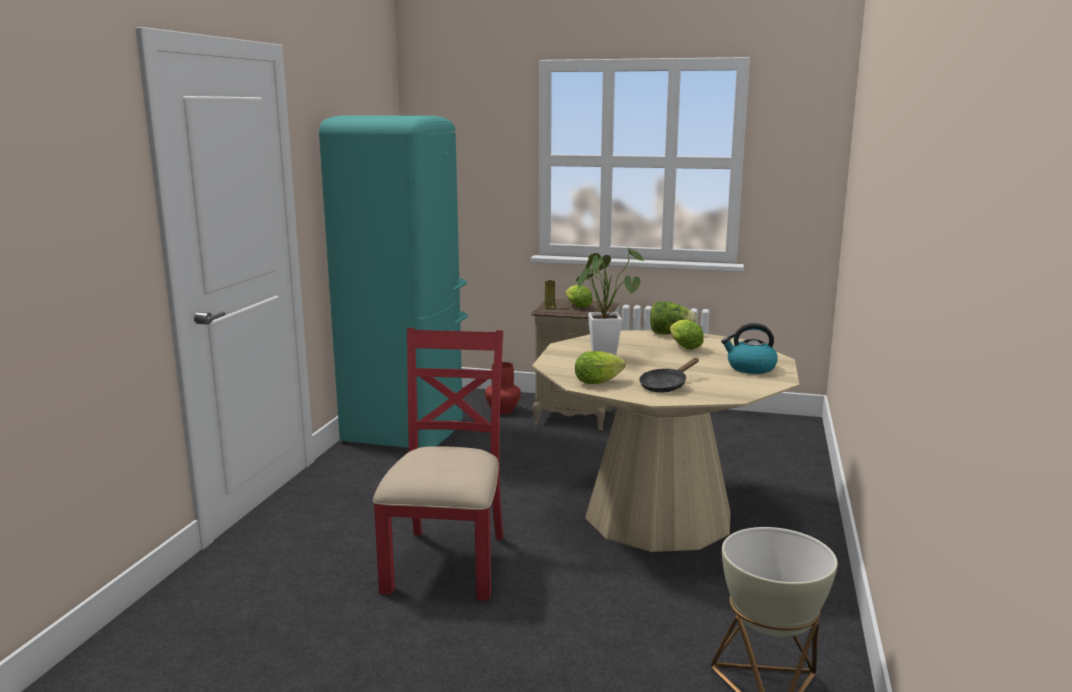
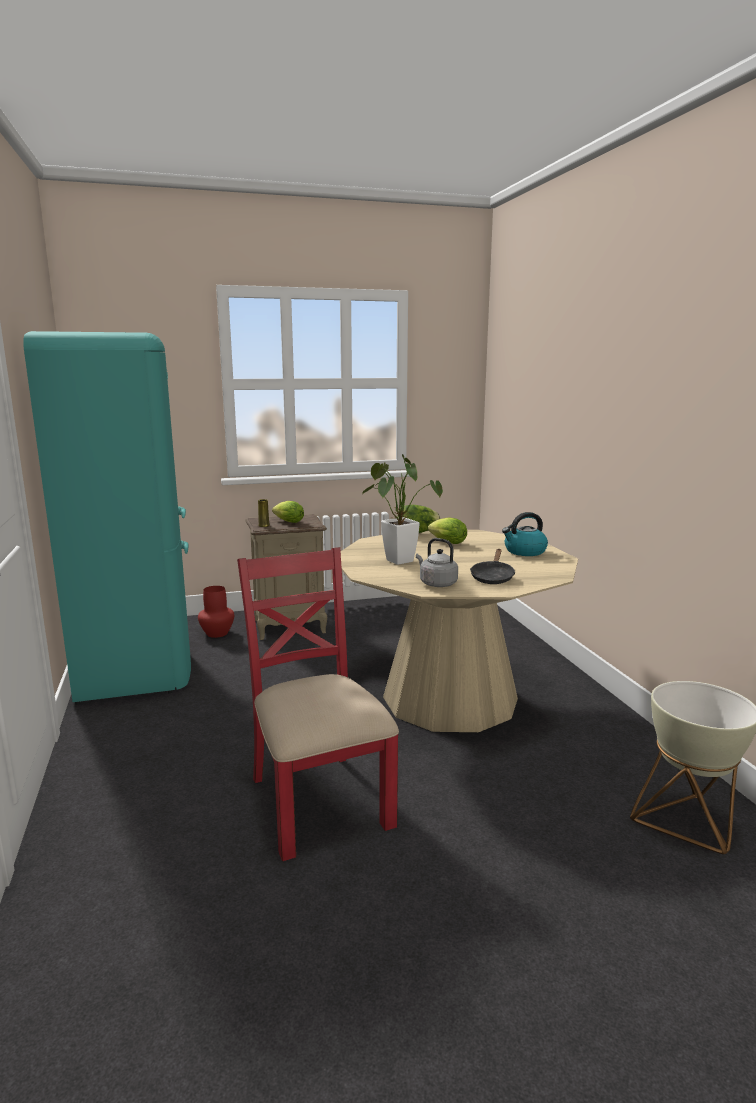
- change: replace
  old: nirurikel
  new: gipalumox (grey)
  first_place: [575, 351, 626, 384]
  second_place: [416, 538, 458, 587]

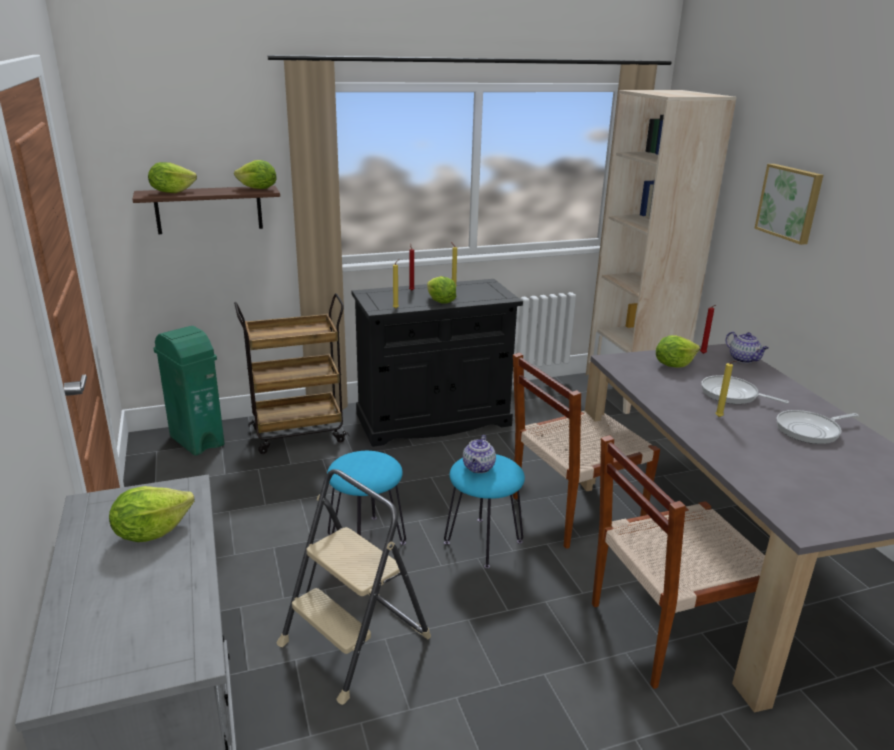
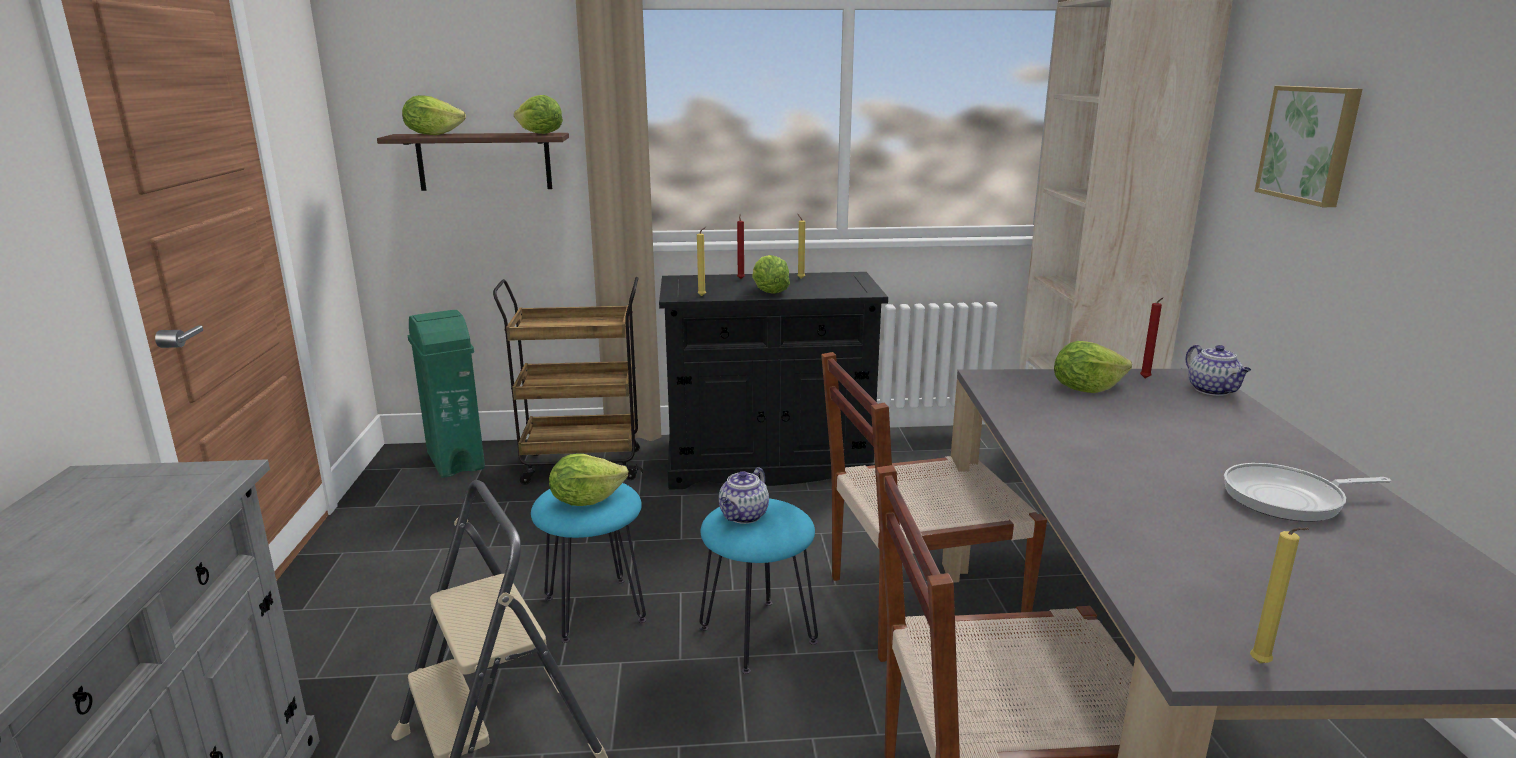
- change: delete
  old: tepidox
  first_place: [701, 375, 789, 404]
- change: move
  old: nirurikel
  first_place: [109, 486, 195, 542]
  second_place: [549, 454, 628, 506]
- change: move
  old: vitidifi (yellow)
  first_place: [715, 361, 736, 417]
  second_place: [1250, 528, 1309, 663]

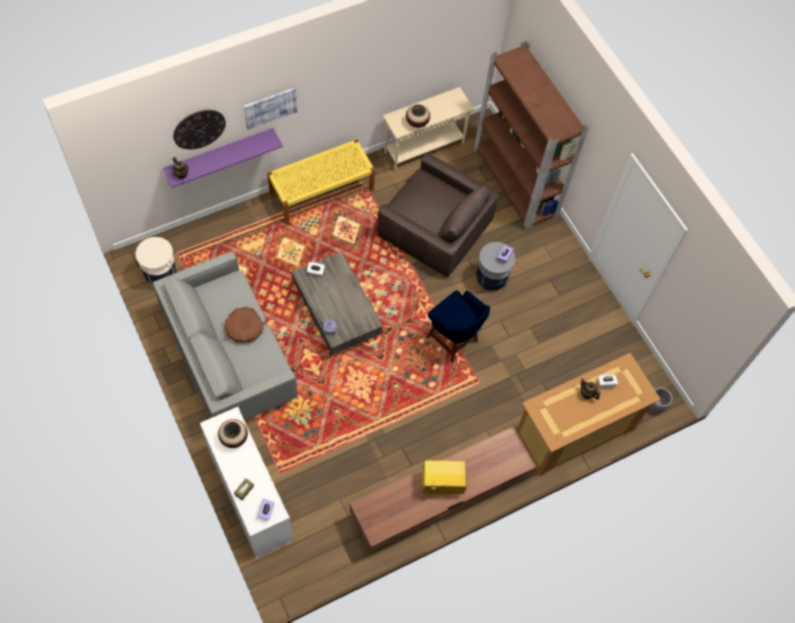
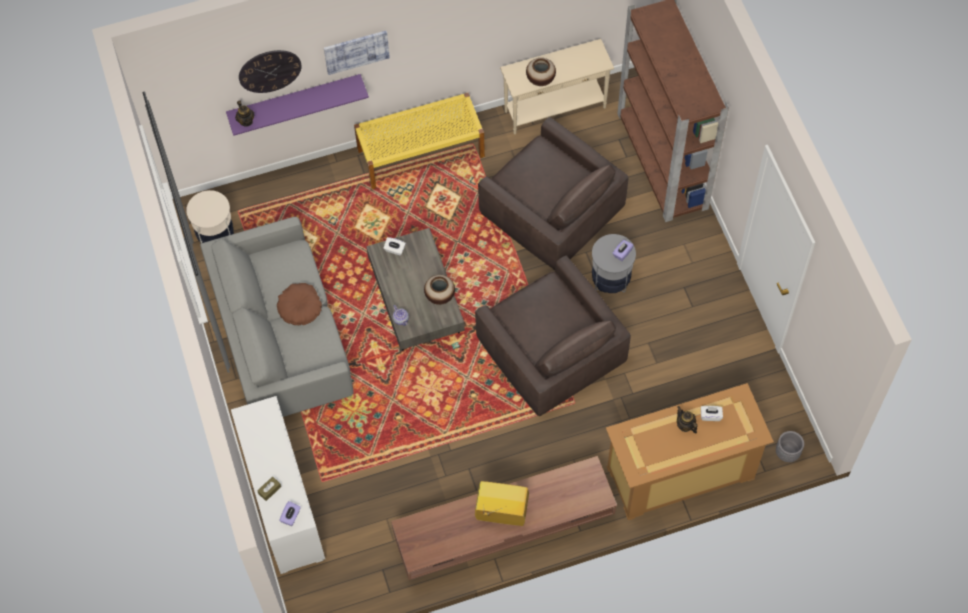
- change: move
  old: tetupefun
  first_place: [218, 419, 248, 448]
  second_place: [424, 275, 455, 305]
- change: replace
  old: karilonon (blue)
  new: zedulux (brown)
  first_place: [426, 290, 490, 363]
  second_place: [475, 256, 631, 416]

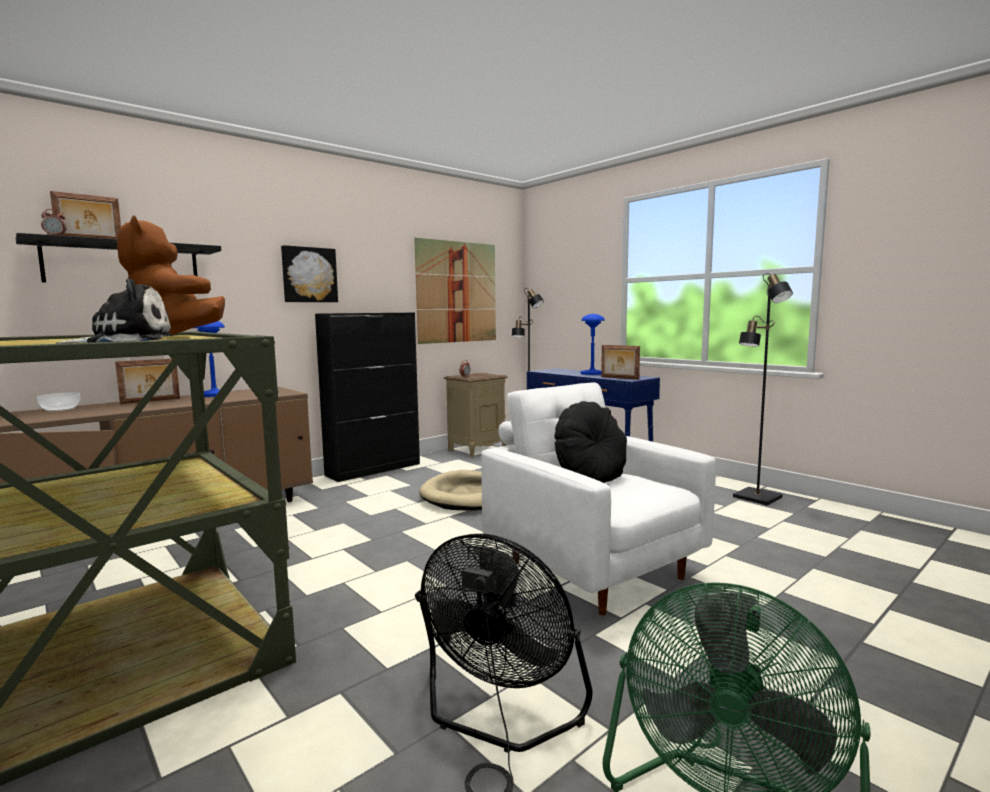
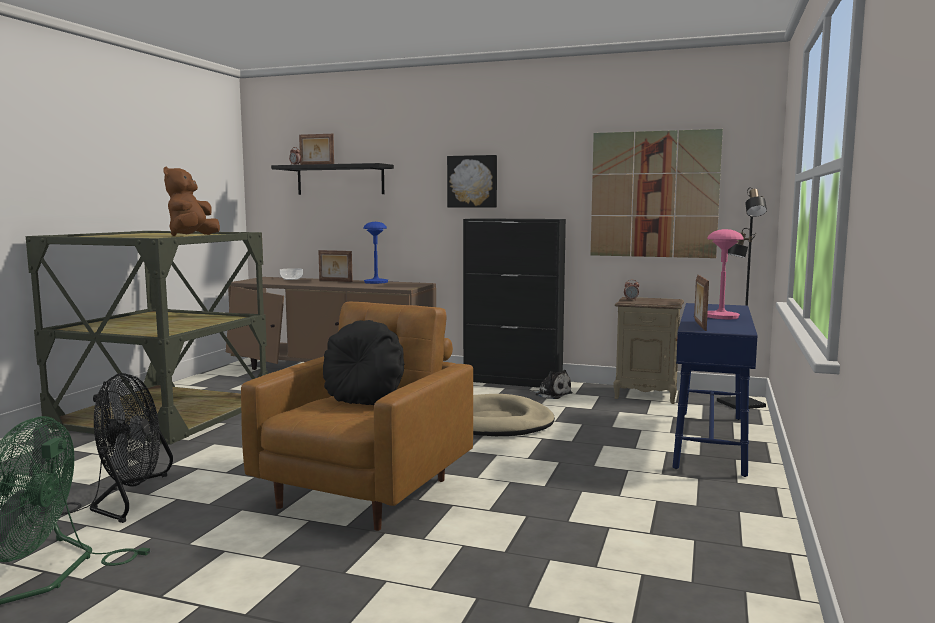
- change: delete
  old: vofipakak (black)
  first_place: [733, 273, 793, 506]
- change: move
  old: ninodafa
  first_place: [56, 278, 172, 344]
  second_place: [530, 370, 573, 399]
- change: recolor
  old: zedulux (white)
  new: zedulux (brown)
  first_place: [481, 382, 716, 615]
  second_place: [241, 302, 473, 531]
- change: recolor
  old: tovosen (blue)
  new: tovosen (pink)
  first_place: [580, 314, 605, 375]
  second_place: [707, 229, 744, 319]

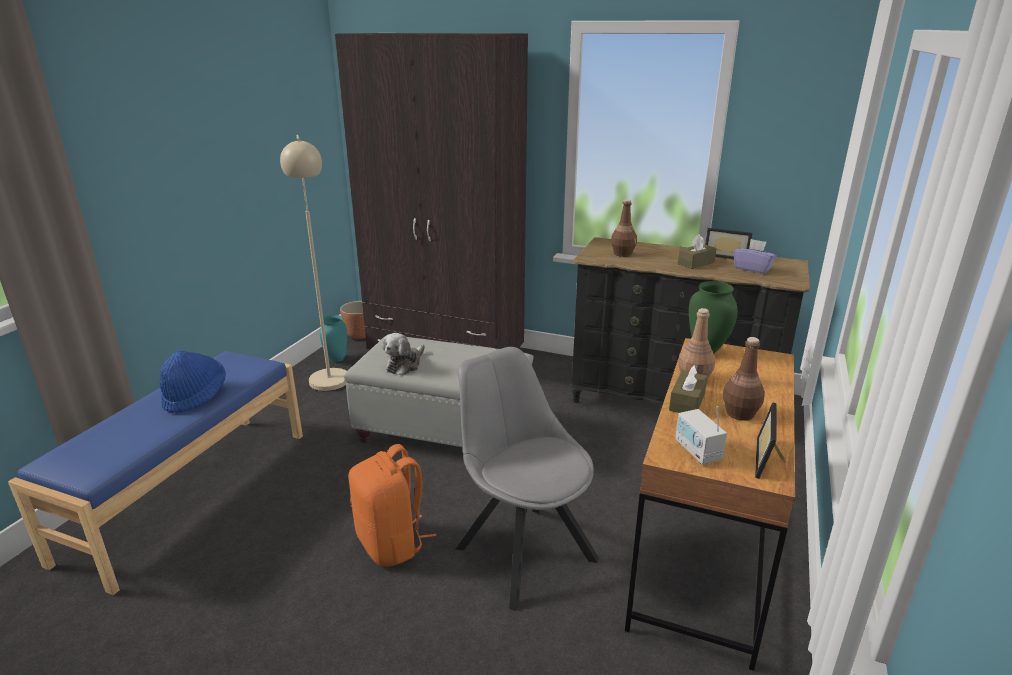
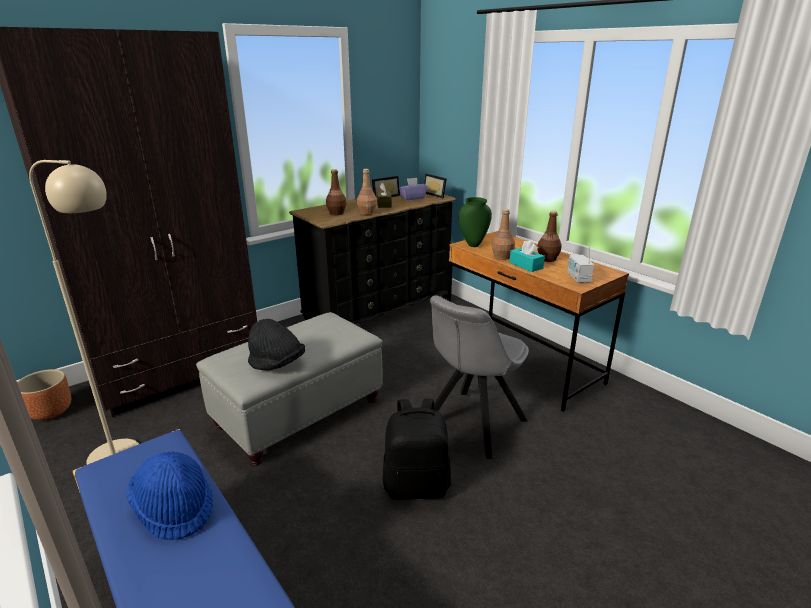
- change: delete
  old: tetupefun (turquoise)
  first_place: [320, 315, 347, 362]
- change: insert
  new: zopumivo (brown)
  second_place: [357, 169, 377, 215]
- change: move
  old: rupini
  first_place: [755, 402, 786, 479]
  second_place: [424, 174, 447, 199]
- change: replace
  old: ninodafa
  new: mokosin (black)
  first_place: [382, 333, 425, 376]
  second_place: [248, 319, 305, 370]
- change: recolor
  old: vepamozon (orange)
  new: vepamozon (black)
  first_place: [348, 444, 436, 566]
  second_place: [383, 399, 451, 500]
- change: recolor
  old: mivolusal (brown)
  new: mivolusal (turquoise)
  first_place: [669, 364, 707, 413]
  second_place: [509, 240, 545, 272]
- change: rotate
  old: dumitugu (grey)
  first_place: [456, 347, 599, 610]
  second_place: [430, 296, 529, 459]
  degrees: -45
- change: rotate
  old: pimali
  first_place: [675, 406, 727, 465]
  second_place: [568, 247, 594, 283]
  degrees: 75

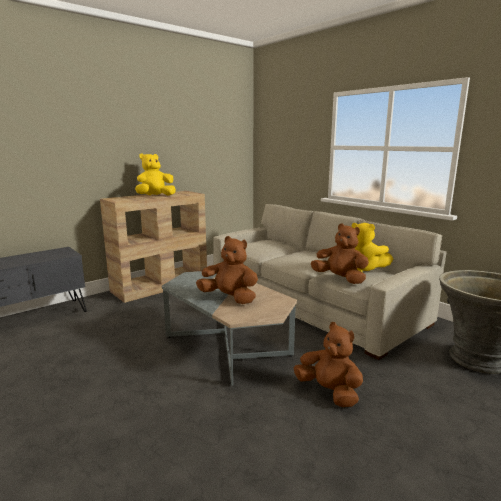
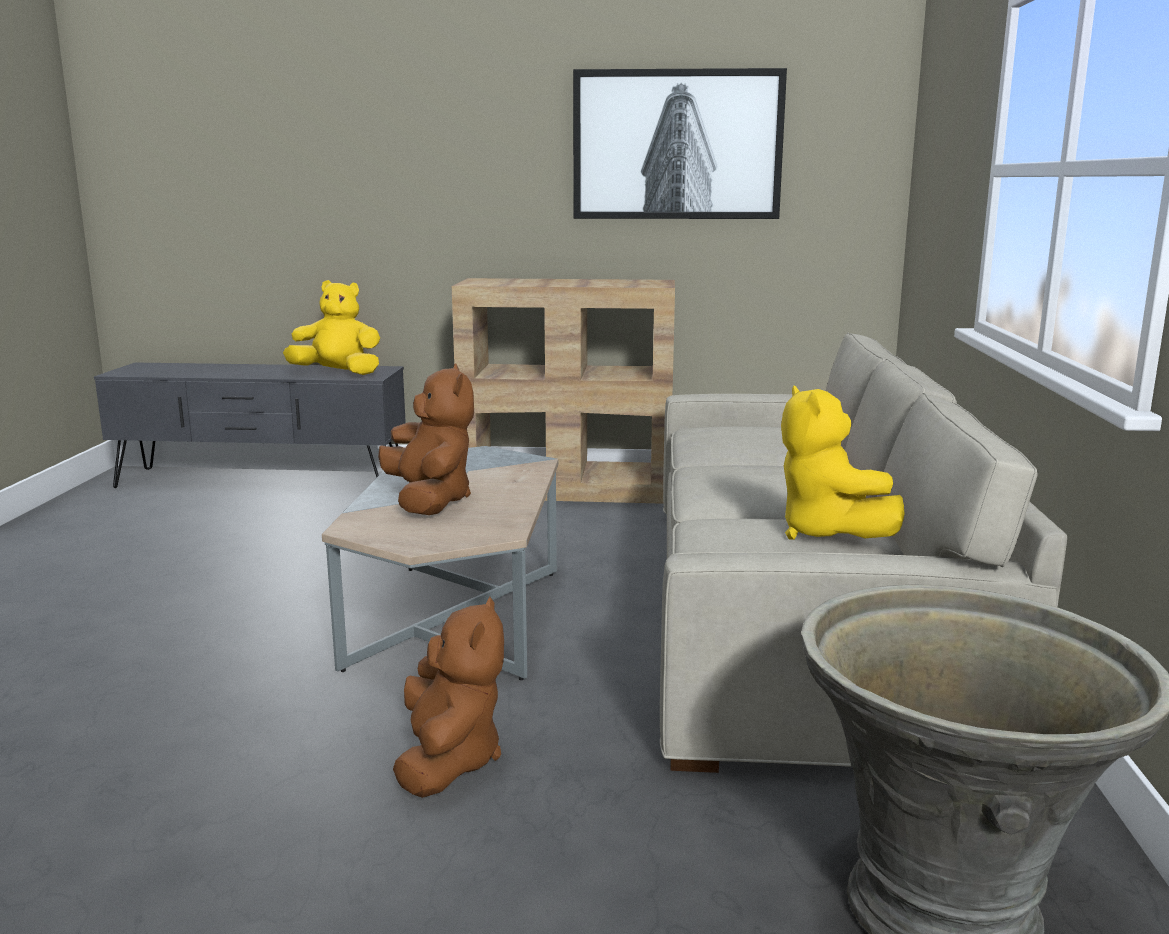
- change: delete
  old: ninodafa (brown)
  first_place: [311, 223, 369, 284]
- change: insert
  new: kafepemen
  second_place: [573, 68, 787, 219]
- change: move
  old: ninodafa (yellow)
  first_place: [135, 153, 176, 195]
  second_place: [283, 280, 380, 375]

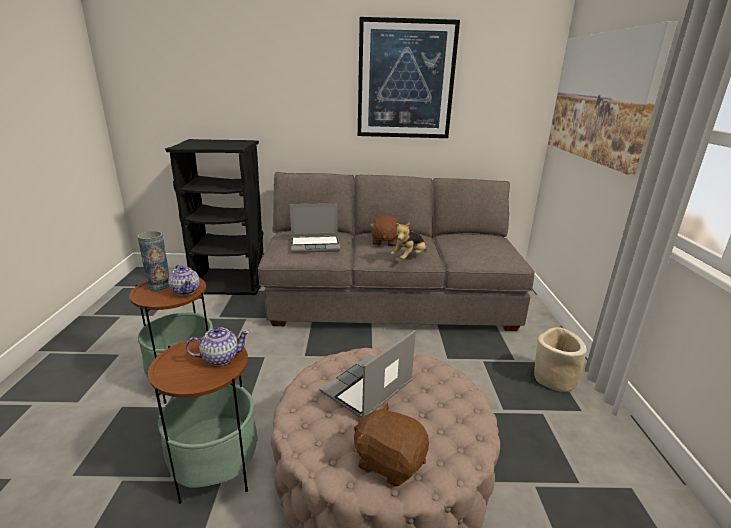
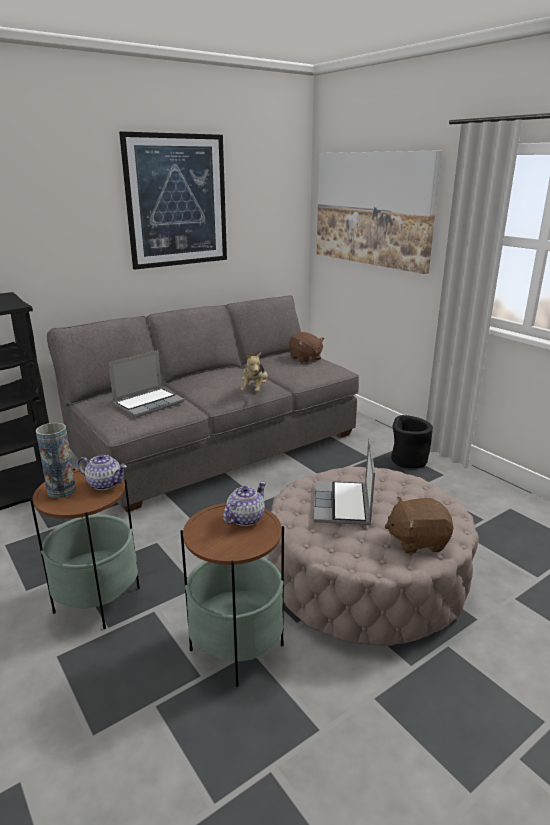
- change: move
  old: ninodafa (brown)
  first_place: [370, 215, 398, 247]
  second_place: [289, 332, 324, 363]
- change: recolor
  old: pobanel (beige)
  new: pobanel (black)
  first_place: [534, 327, 587, 392]
  second_place: [391, 415, 433, 468]

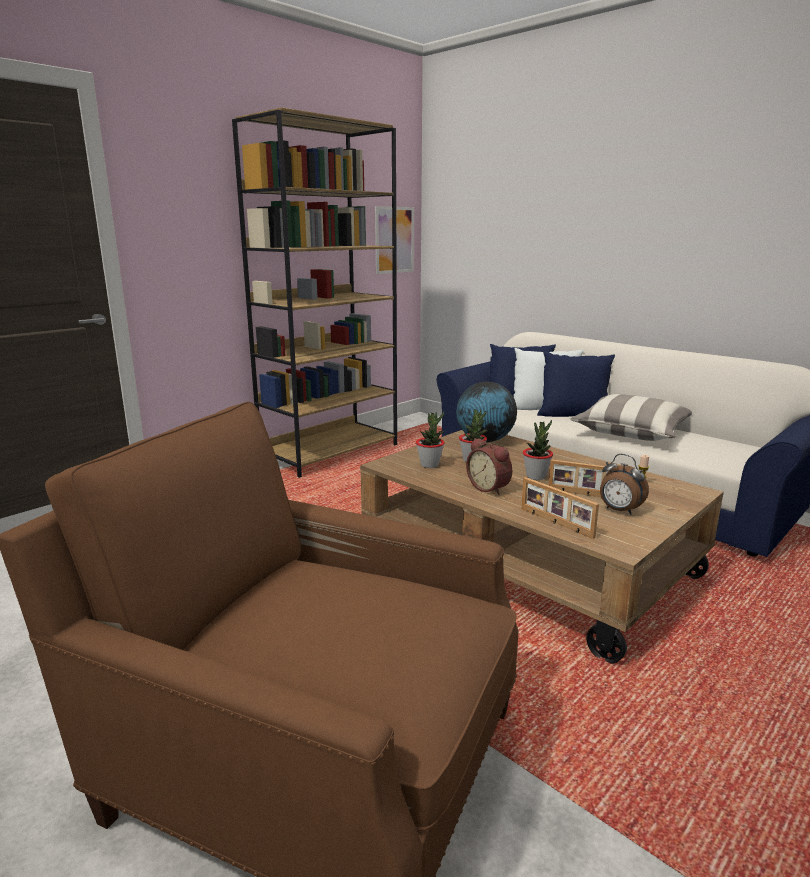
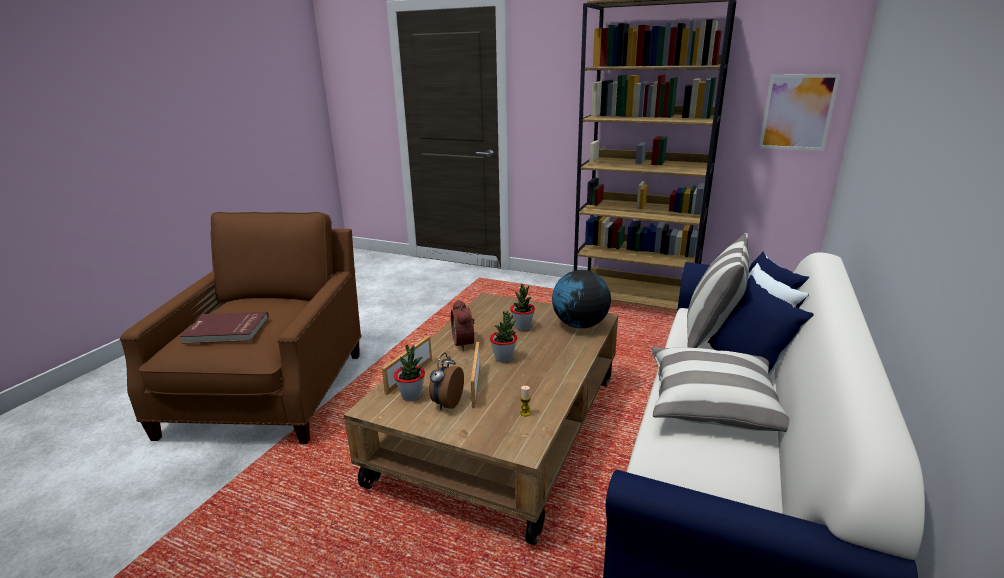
- change: insert
  new: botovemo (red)
  second_place: [180, 312, 269, 344]
- change: insert
  new: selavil
  second_place: [687, 233, 749, 348]
- change: move
  old: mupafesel
  first_place: [416, 412, 444, 468]
  second_place: [394, 345, 425, 401]
- change: rotate
  old: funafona
  first_place: [466, 438, 512, 495]
  second_place: [451, 300, 474, 350]
  degrees: -45

